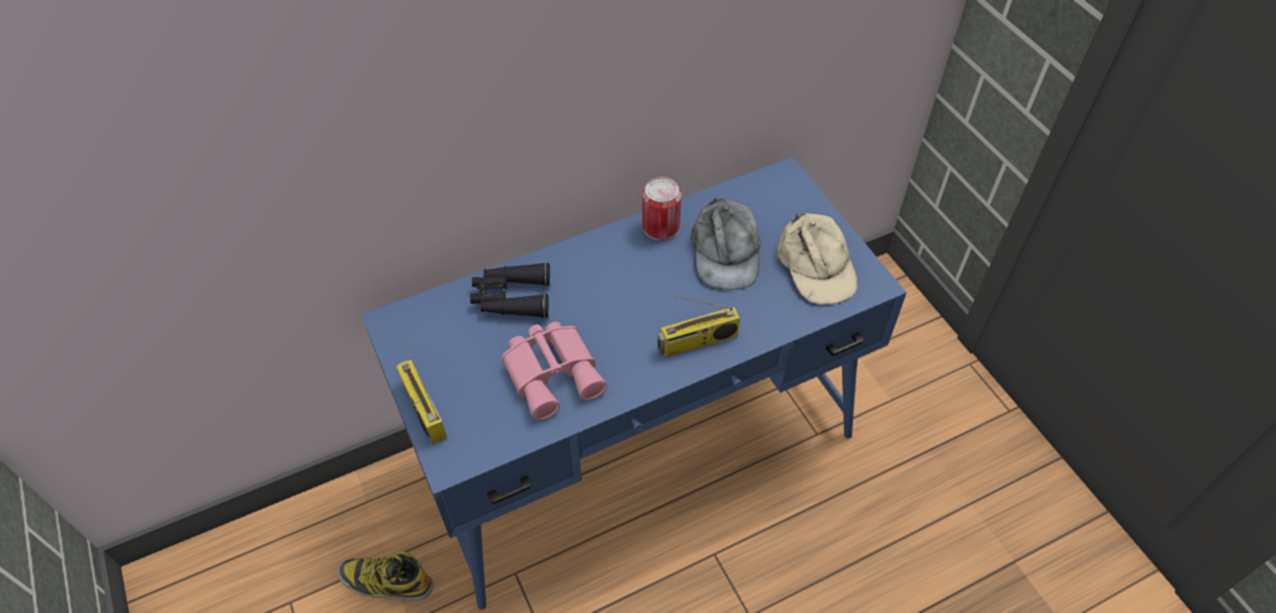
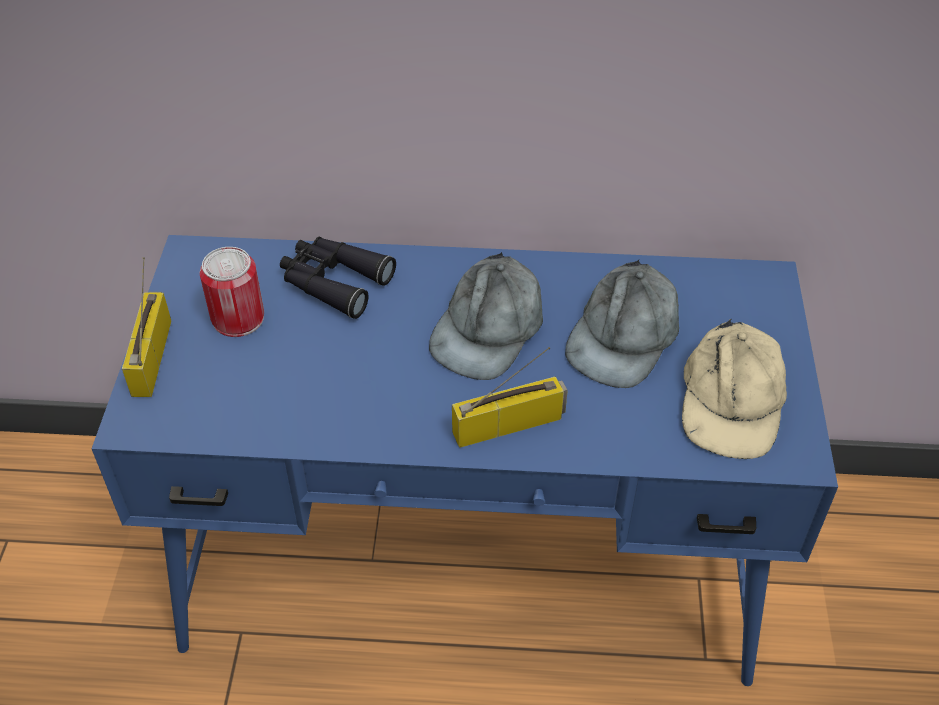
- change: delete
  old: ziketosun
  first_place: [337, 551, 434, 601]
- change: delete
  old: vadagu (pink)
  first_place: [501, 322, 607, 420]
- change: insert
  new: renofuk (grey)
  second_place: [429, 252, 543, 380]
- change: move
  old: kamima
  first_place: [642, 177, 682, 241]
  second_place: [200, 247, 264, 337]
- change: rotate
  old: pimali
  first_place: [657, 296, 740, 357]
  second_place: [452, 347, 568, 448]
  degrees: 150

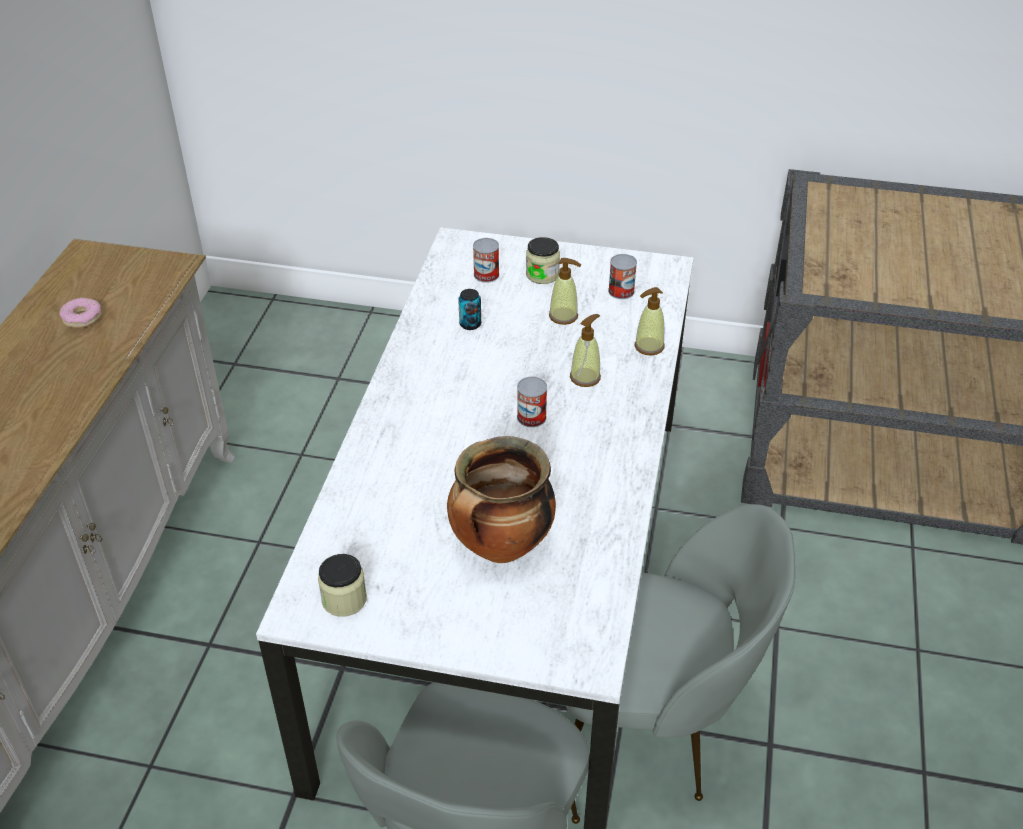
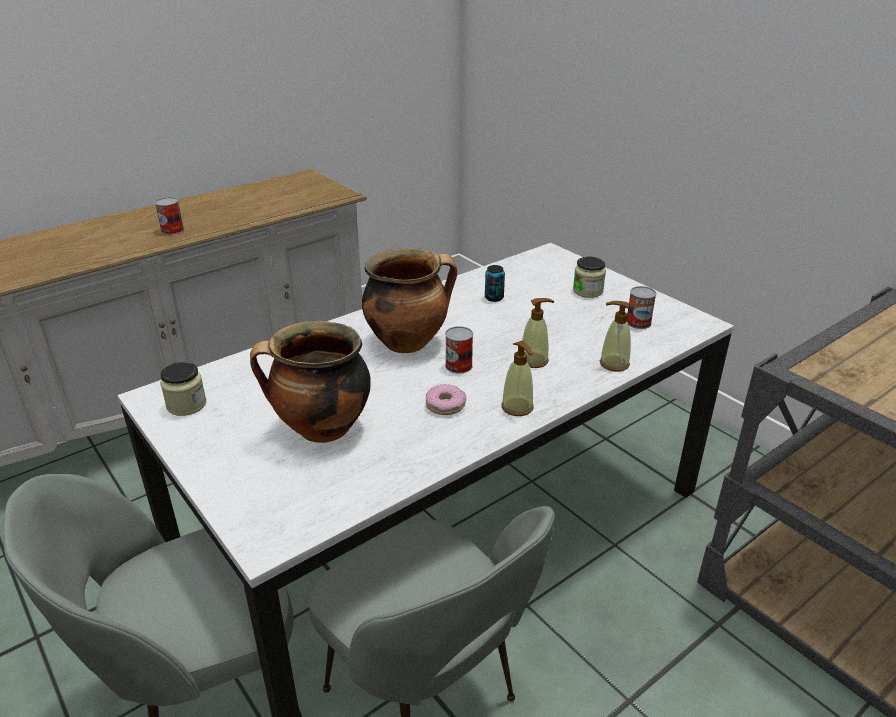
- change: insert
  new: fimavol
  second_place: [362, 248, 457, 353]
- change: move
  old: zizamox
  first_place: [59, 298, 101, 328]
  second_place: [426, 384, 466, 415]
- change: move
  old: kamima
  first_place: [473, 238, 499, 283]
  second_place: [155, 197, 184, 235]
- change: move
  old: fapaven
  first_place: [549, 258, 581, 325]
  second_place: [502, 341, 534, 416]

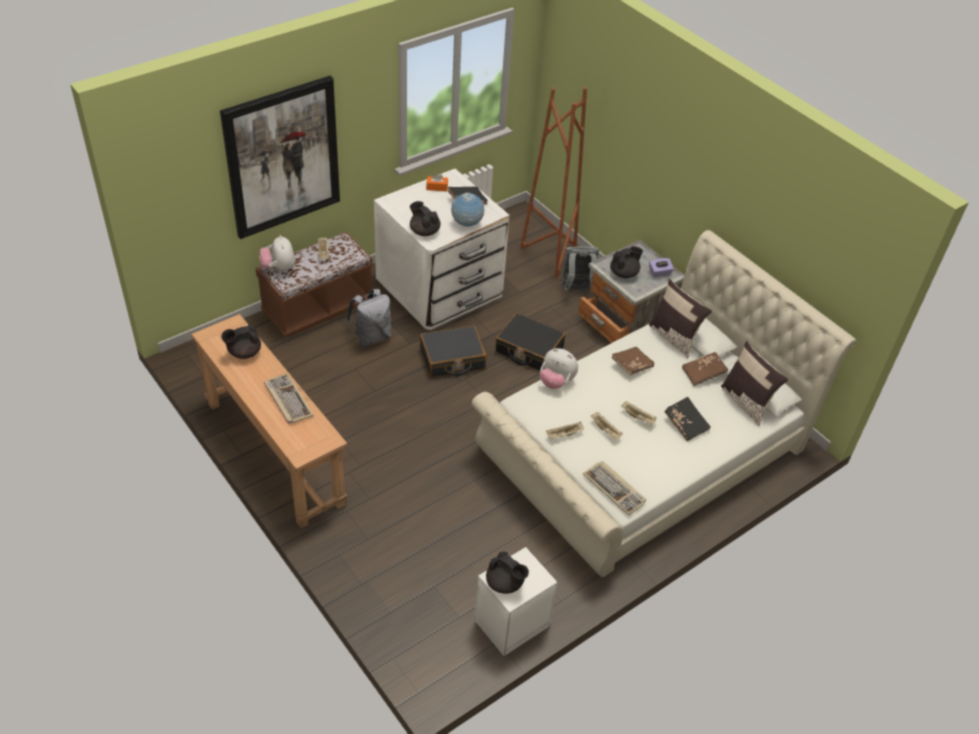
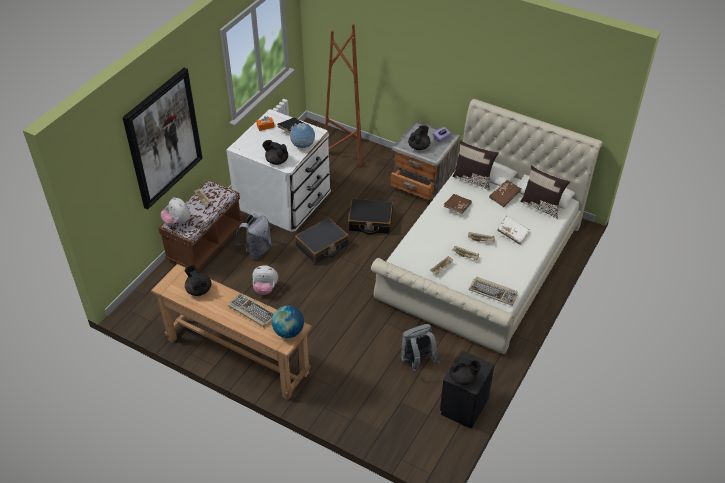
- change: insert
  new: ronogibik
  second_place: [272, 306, 304, 338]
- change: move
  old: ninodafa
  first_place: [540, 348, 578, 389]
  second_place: [252, 265, 278, 295]
- change: move
  old: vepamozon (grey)
  first_place: [560, 246, 599, 292]
  second_place: [401, 324, 439, 372]
- change: recolor
  old: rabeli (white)
  new: rabeli (black)
  first_place: [475, 547, 557, 656]
  second_place: [440, 350, 495, 429]
- change: recolor
  old: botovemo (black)
  new: botovemo (white)
  first_place: [664, 397, 711, 441]
  second_place: [497, 215, 530, 245]
- change: rotate
  old: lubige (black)
  first_place: [221, 324, 261, 359]
  second_place: [185, 265, 211, 296]
  degrees: 105

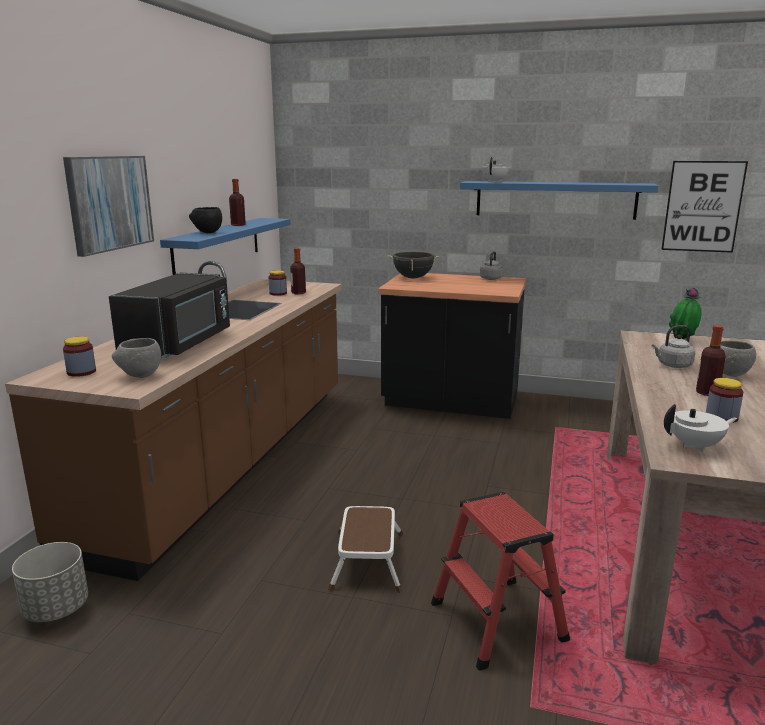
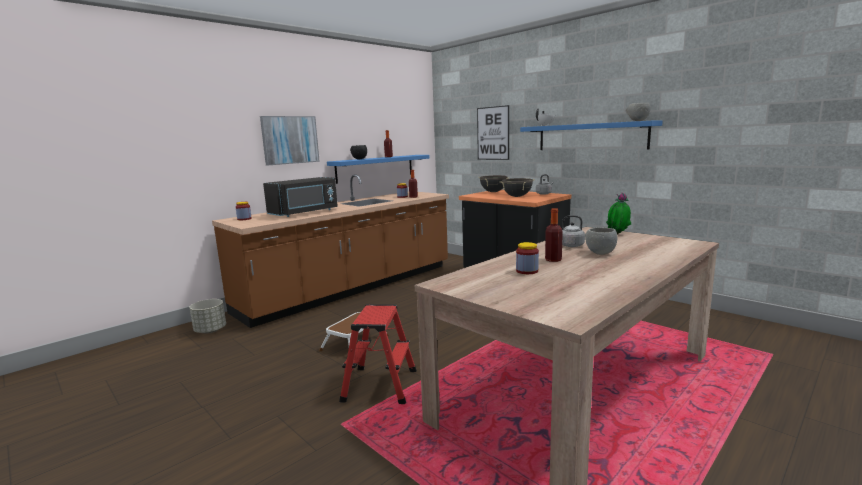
- change: delete
  old: lubige (white)
  first_place: [664, 404, 738, 453]
- change: insert
  new: fimavol (black)
  second_place: [500, 178, 535, 197]
- change: move
  old: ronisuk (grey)
  first_place: [112, 338, 161, 378]
  second_place: [626, 103, 651, 121]
- change: move
  old: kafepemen
  first_place: [661, 161, 748, 253]
  second_place: [477, 105, 509, 160]

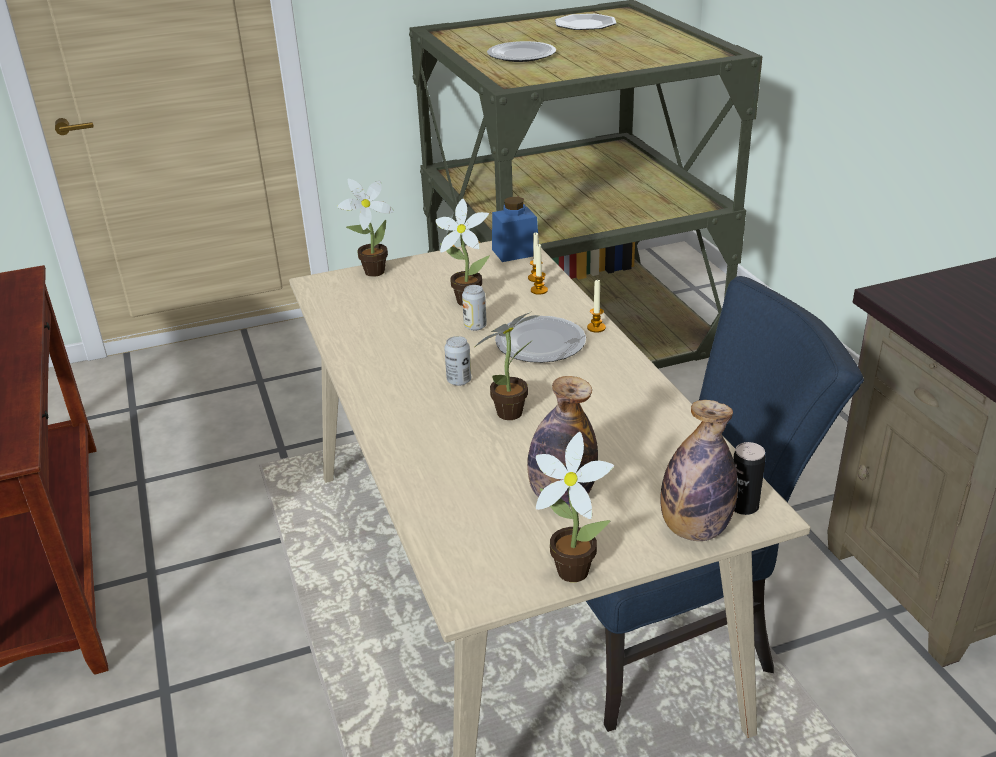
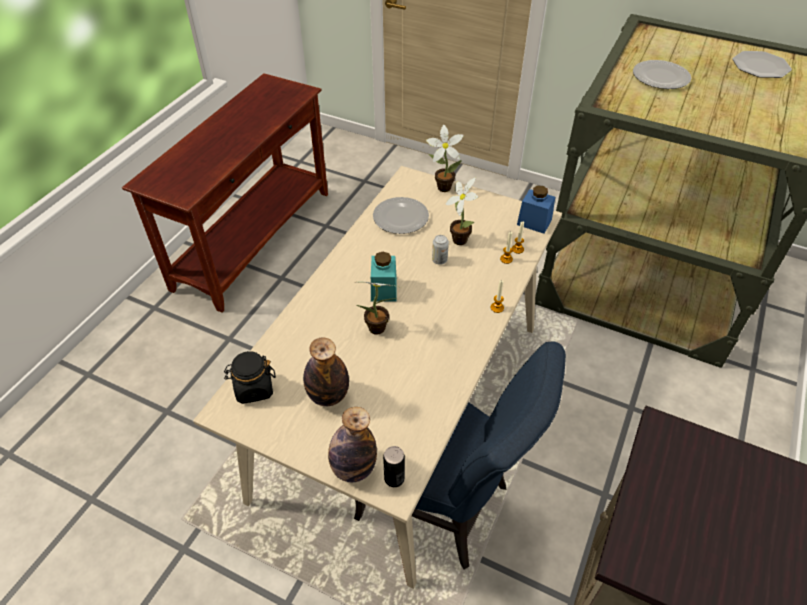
- change: delete
  old: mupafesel
  first_place: [536, 432, 614, 582]
- change: insert
  new: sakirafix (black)
  second_place: [224, 351, 276, 404]
- change: move
  old: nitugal
  first_place: [495, 316, 586, 363]
  second_place: [373, 197, 429, 234]
- change: replace
  old: kamima
  new: sakirafix (turquoise)
  first_place: [444, 336, 471, 386]
  second_place: [371, 252, 397, 302]

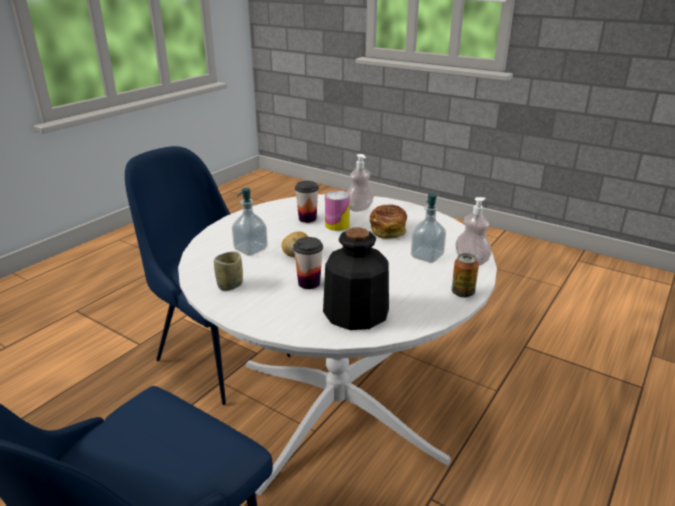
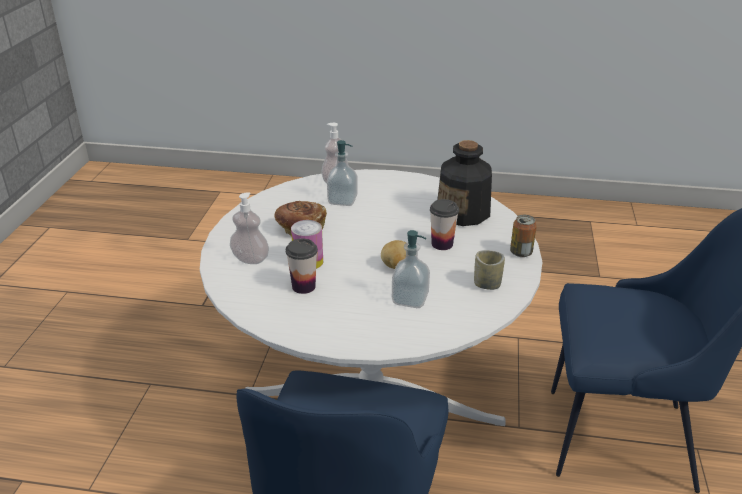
- change: move
  old: kamima
  first_place: [451, 253, 479, 298]
  second_place: [510, 215, 537, 257]

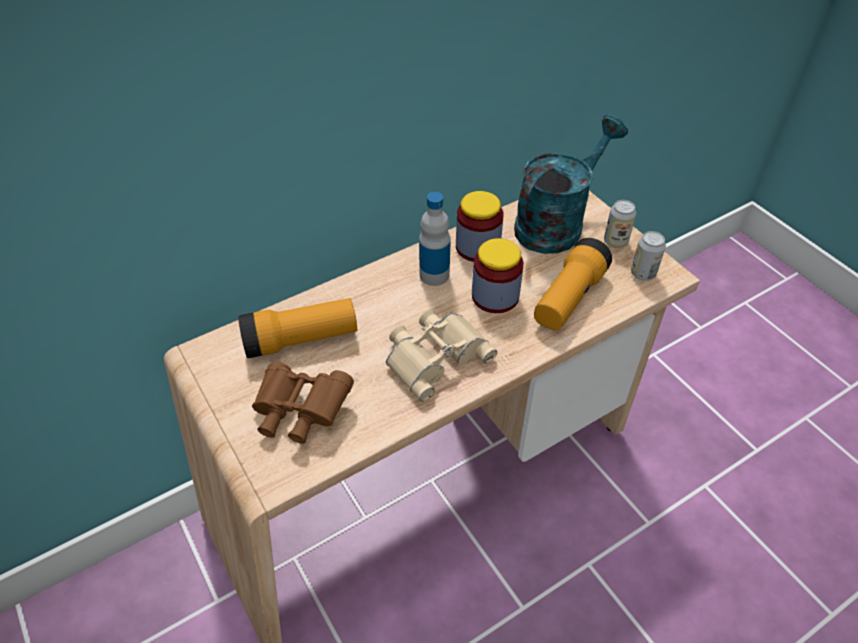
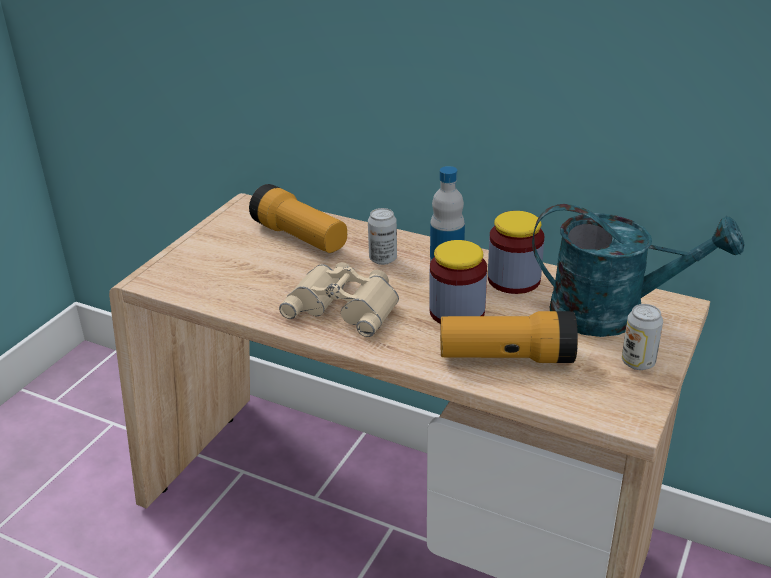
- change: delete
  old: vadagu (brown)
  first_place: [252, 361, 354, 444]
- change: move
  old: kamima
  first_place: [631, 231, 666, 281]
  second_place: [368, 208, 397, 265]

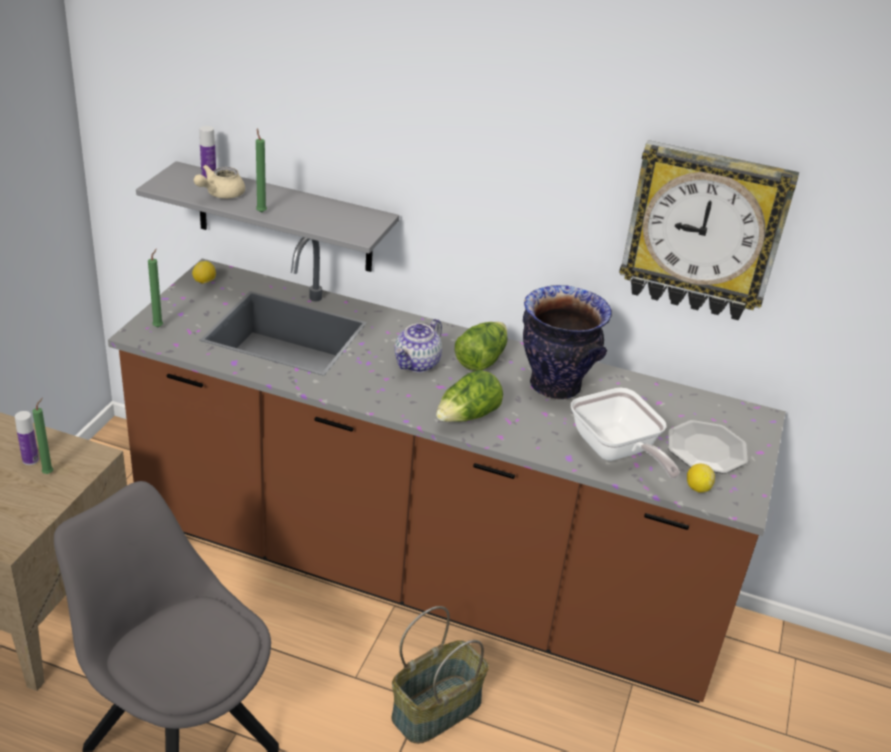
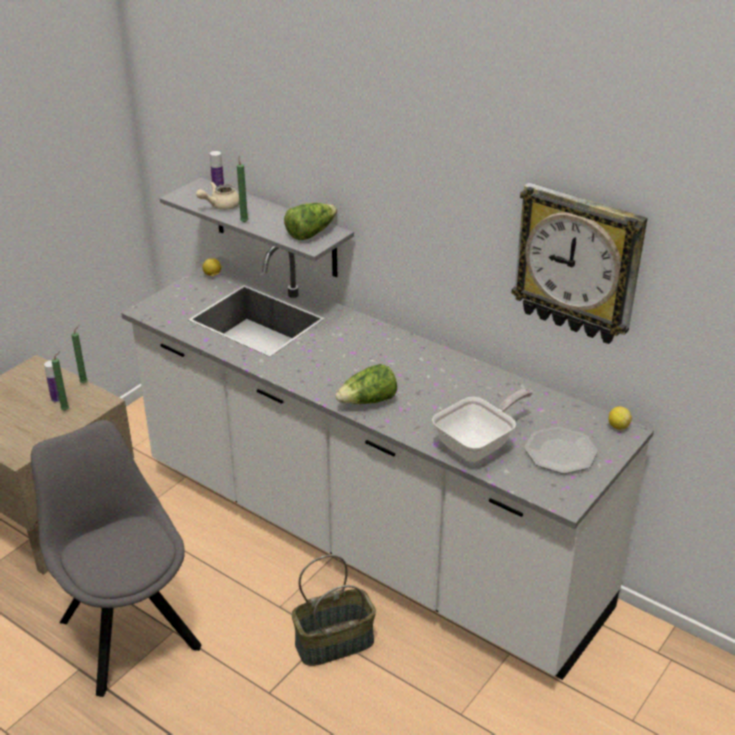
- change: delete
  old: lubige
  first_place: [395, 319, 442, 372]
- change: delete
  old: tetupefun
  first_place: [523, 285, 612, 399]
- change: move
  old: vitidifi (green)
  first_place: [148, 249, 163, 327]
  second_place: [71, 325, 88, 383]
- change: move
  old: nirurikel
  first_place: [455, 322, 507, 371]
  second_place: [284, 203, 337, 240]
- change: move
  old: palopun
  first_place: [687, 464, 715, 493]
  second_place: [608, 406, 632, 430]
- change: recolor
  old: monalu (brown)
  new: monalu (white)
  first_place: [108, 237, 786, 703]
  second_place: [121, 246, 654, 680]
- change: rotate
  old: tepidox
  first_place: [571, 388, 680, 479]
  second_place: [432, 389, 533, 462]
  degrees: -120

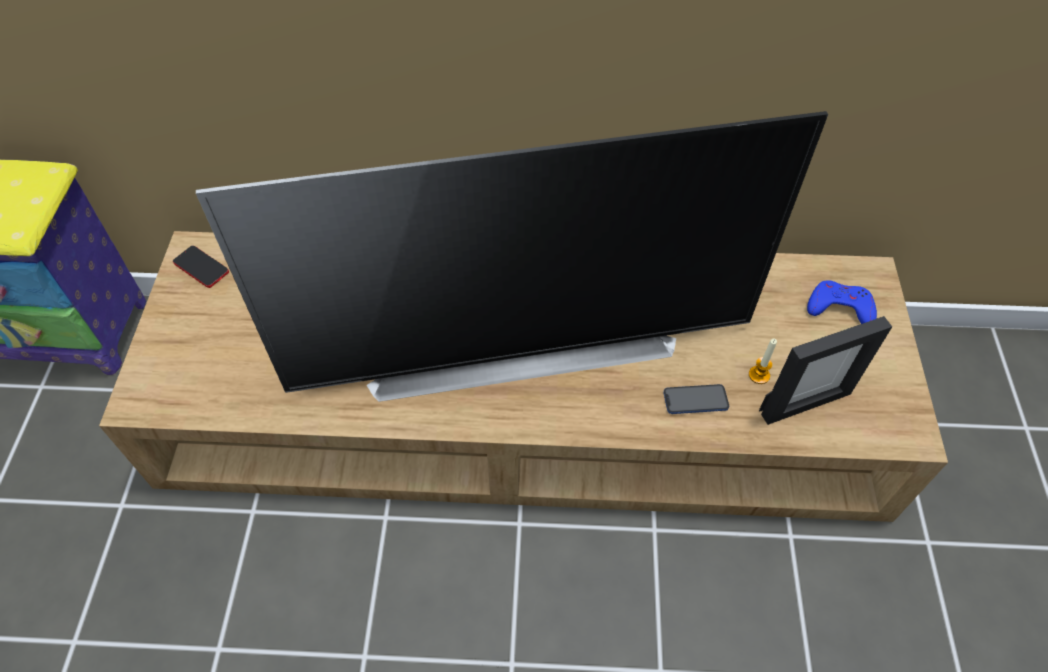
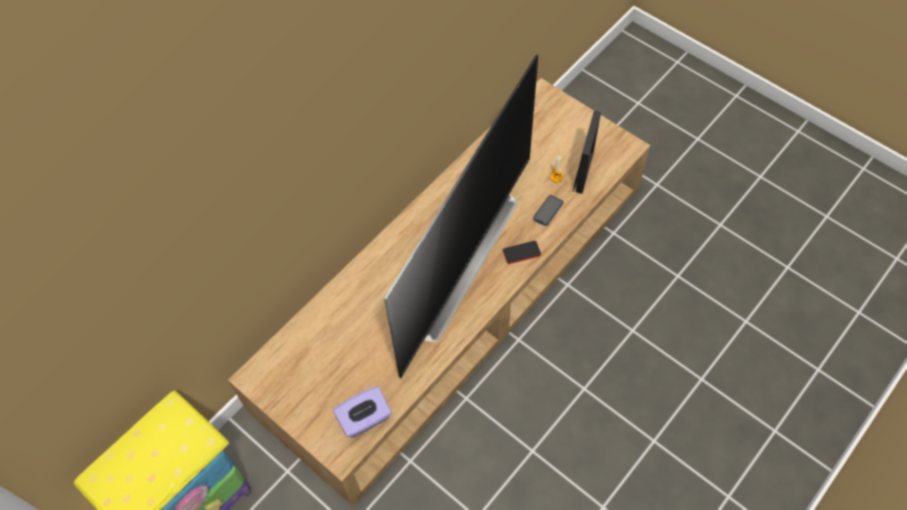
- change: delete
  old: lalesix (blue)
  first_place: [807, 280, 877, 324]
- change: insert
  new: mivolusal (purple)
  second_place: [333, 386, 392, 438]
- change: move
  old: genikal
  first_place: [173, 246, 229, 288]
  second_place: [503, 241, 541, 264]

